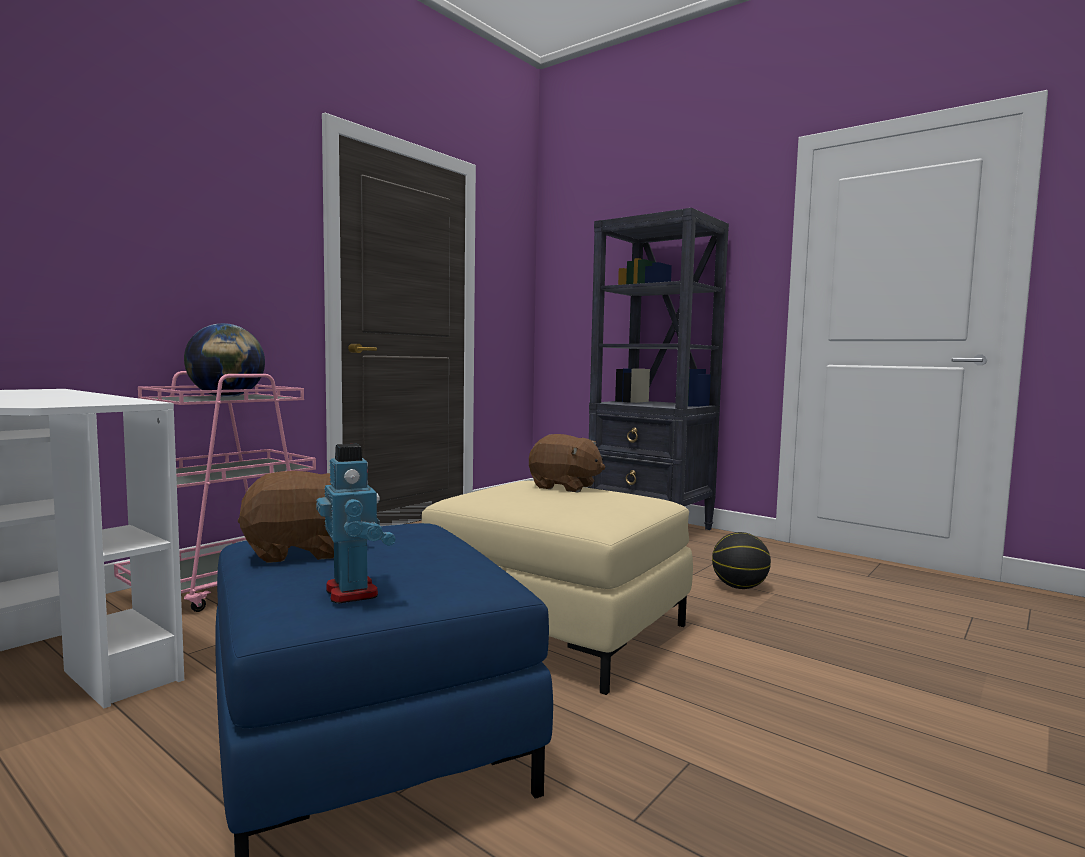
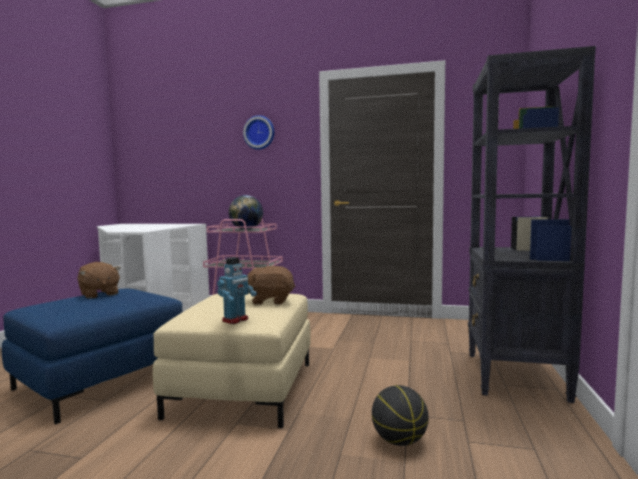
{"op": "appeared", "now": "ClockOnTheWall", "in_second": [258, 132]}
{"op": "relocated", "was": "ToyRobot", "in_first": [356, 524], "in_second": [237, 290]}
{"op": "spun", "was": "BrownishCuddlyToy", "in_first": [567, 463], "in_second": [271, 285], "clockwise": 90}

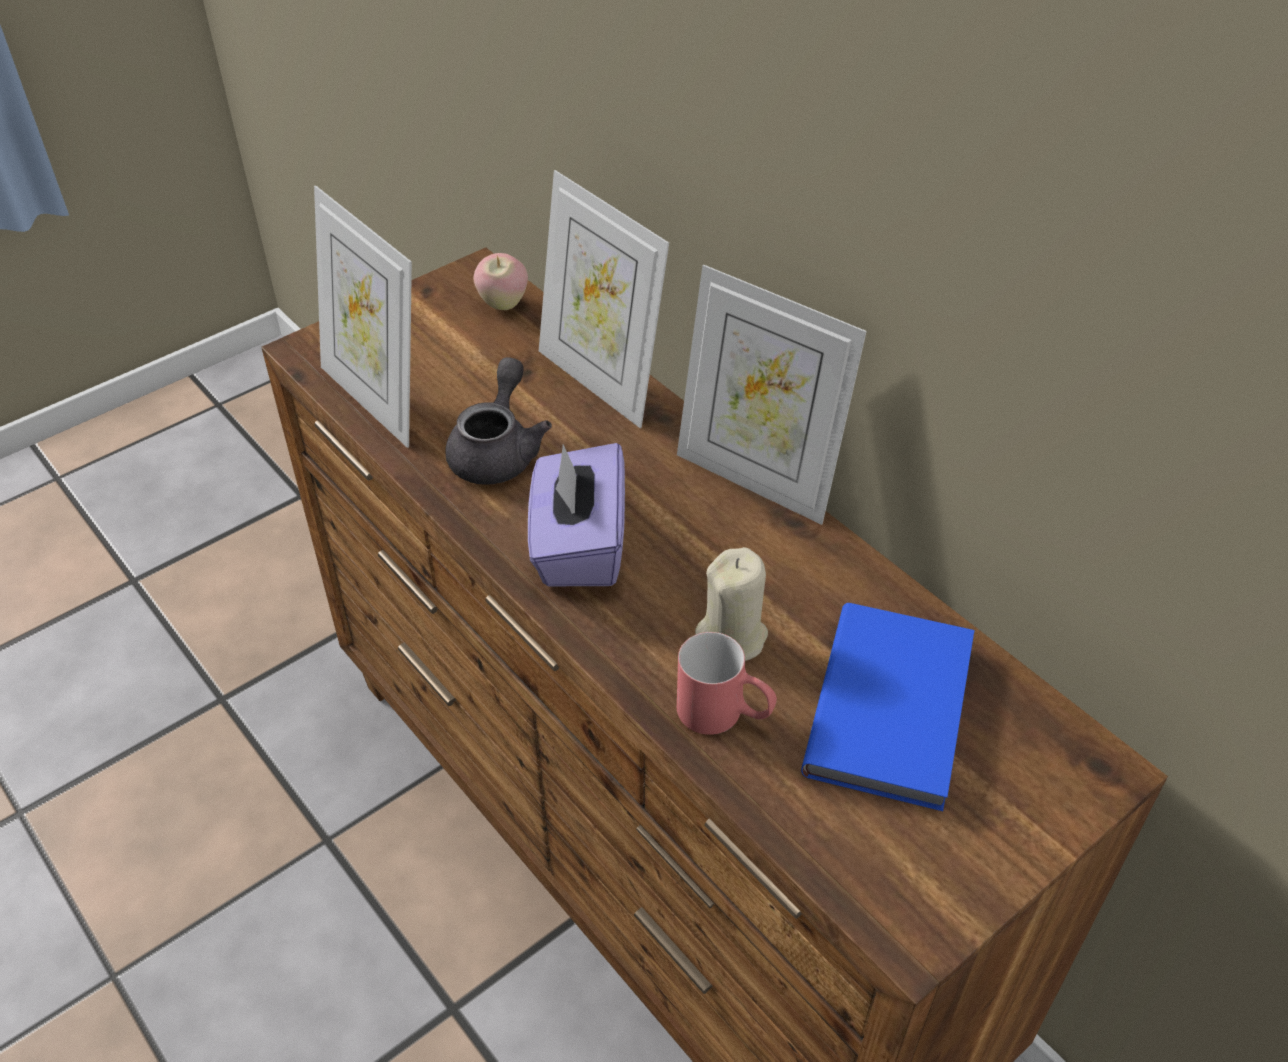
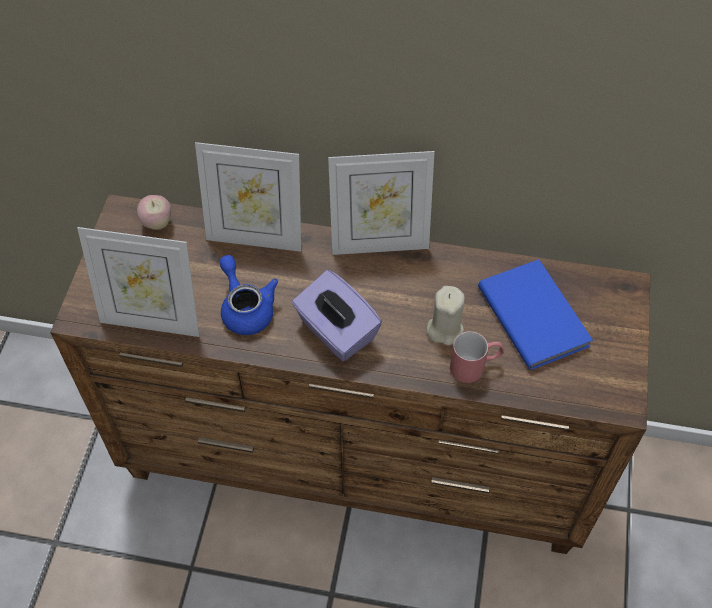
{"op": "colour", "was": "GreyishPotForTea", "now": "BlueColouredPotForTea", "in_first": [498, 421], "in_second": [248, 295]}

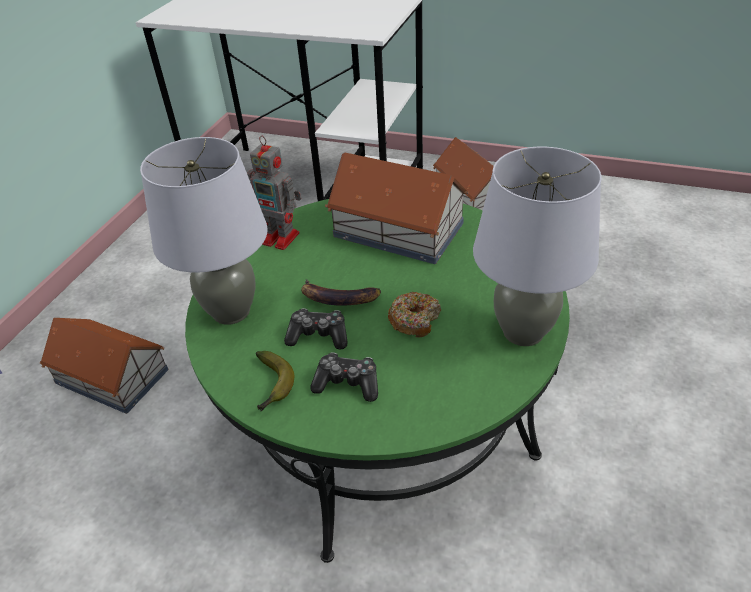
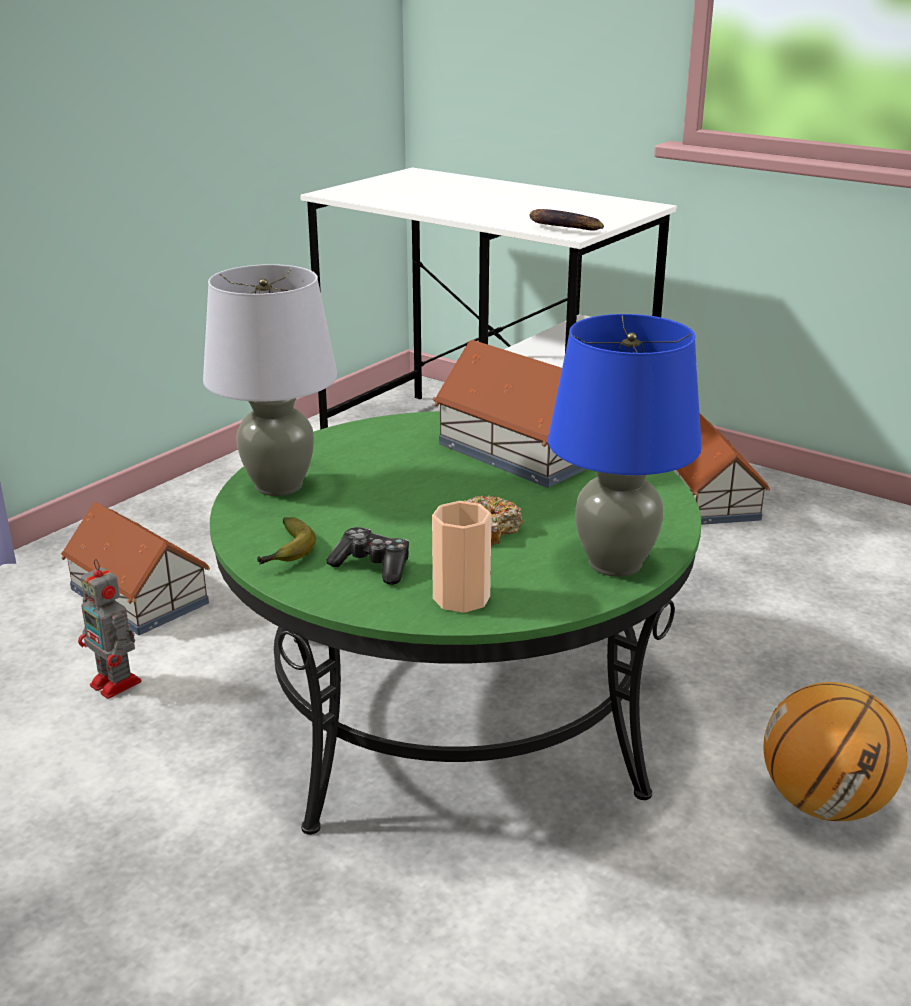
{"op": "missing", "was": "GameController", "in_first": [315, 328]}
{"op": "appeared", "now": "Cup", "in_second": [462, 557]}
{"op": "appeared", "now": "Basketball", "in_second": [835, 751]}
{"op": "relocated", "was": "ToyRobot", "in_first": [274, 193], "in_second": [110, 629]}
{"op": "relocated", "was": "Banana", "in_first": [341, 292], "in_second": [567, 219]}
{"op": "colour", "was": "GreyishTabletopLamp", "now": "BlueColouredTabletopLamp", "in_first": [537, 246], "in_second": [625, 445]}

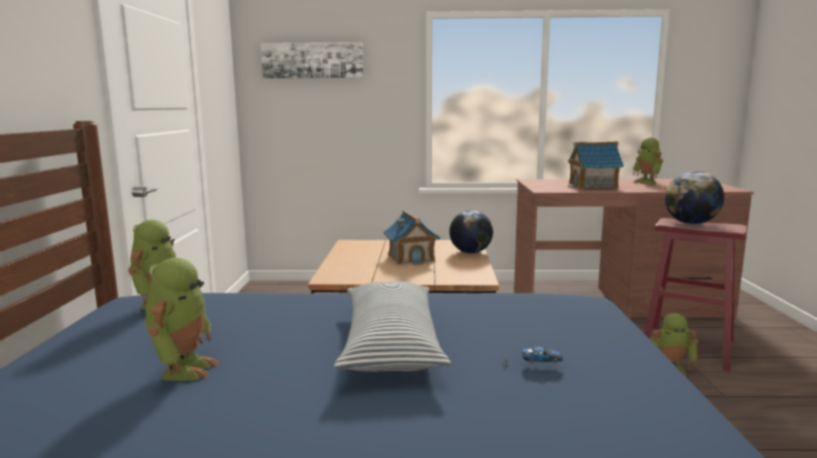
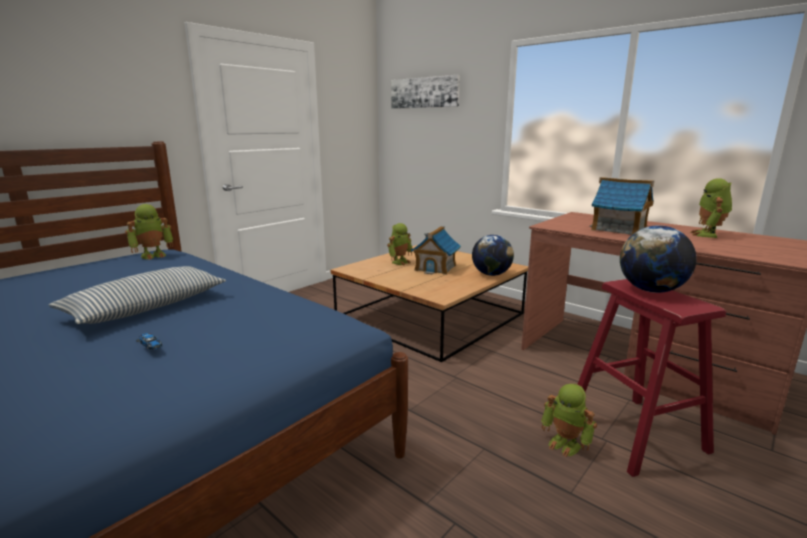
{"op": "relocated", "was": "ToyRobot", "in_first": [182, 319], "in_second": [400, 244]}

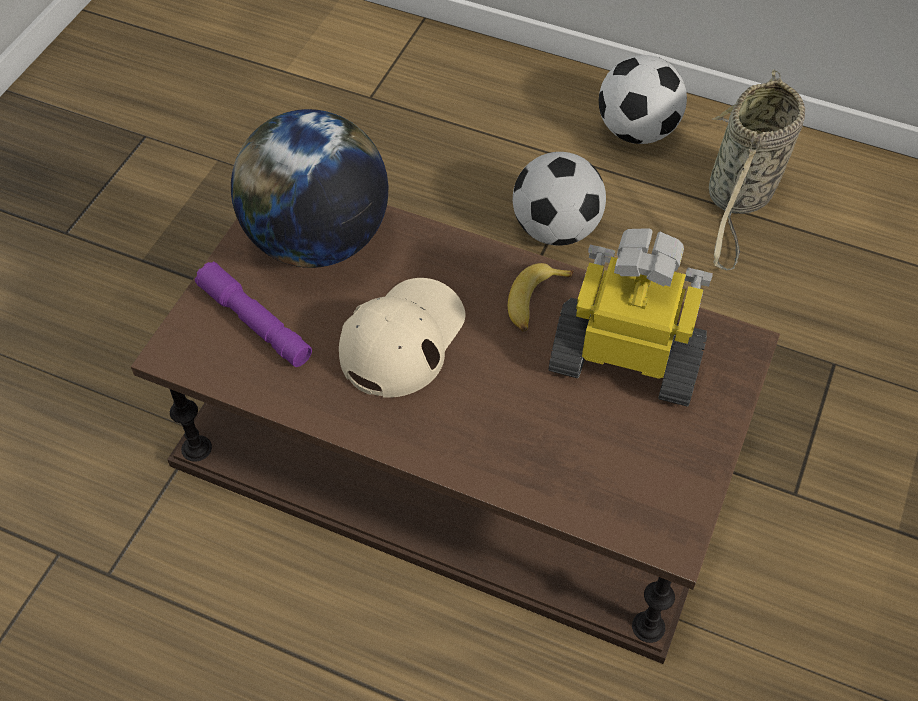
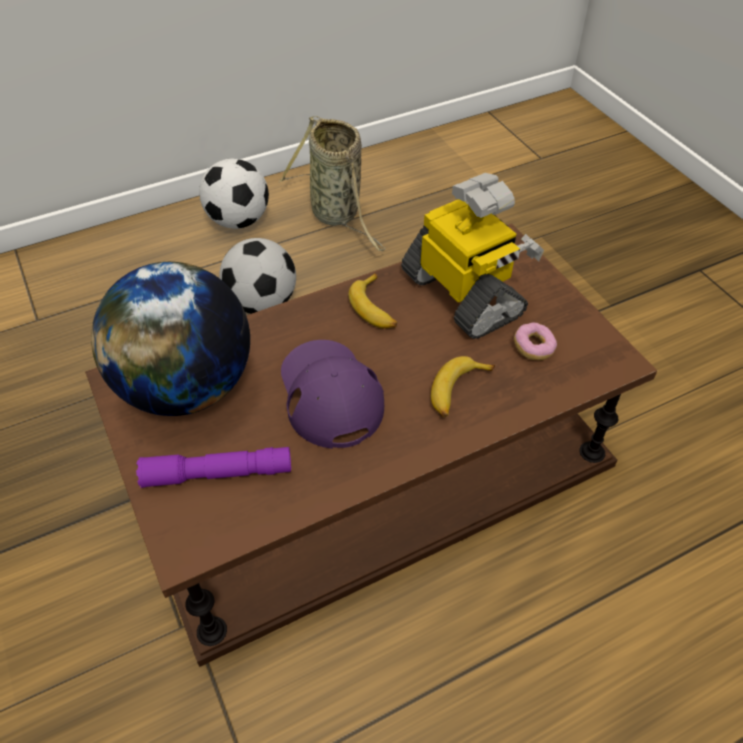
{"op": "appeared", "now": "Banana", "in_second": [463, 386]}
{"op": "appeared", "now": "Doughnut", "in_second": [535, 341]}
{"op": "colour", "was": "SandColouredCap", "now": "PurpleColouredCap", "in_first": [402, 338], "in_second": [332, 394]}
{"op": "spun", "was": "ToyRobot", "in_first": [631, 317], "in_second": [472, 256], "clockwise": 90}

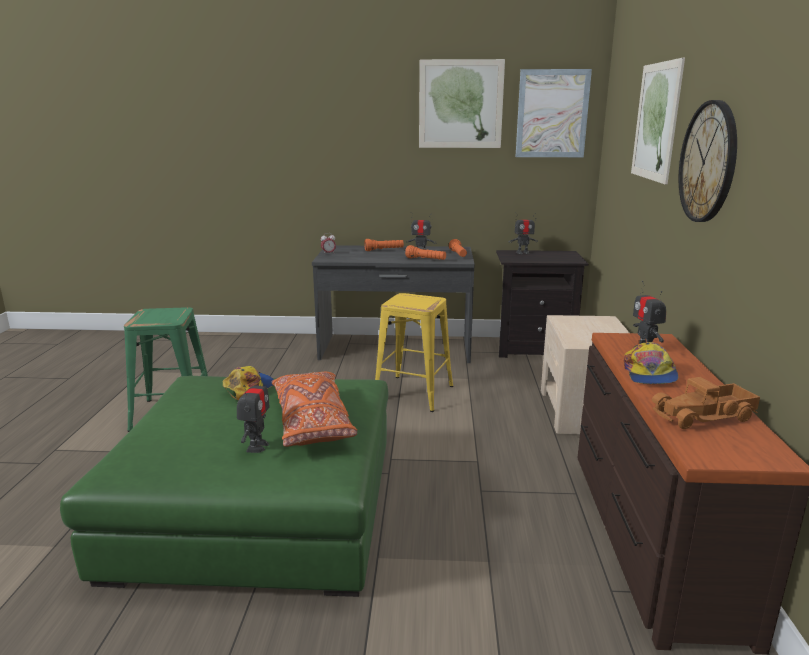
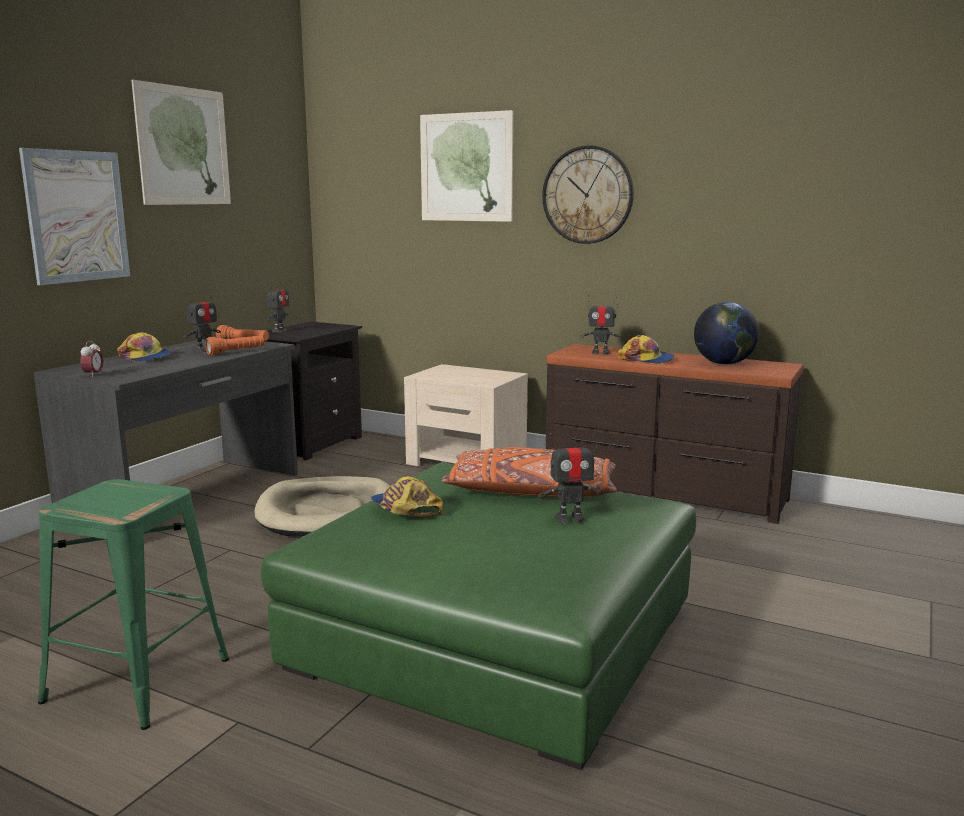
{"op": "relocated", "was": "WallArt", "in_first": [553, 113], "in_second": [74, 216]}
{"op": "exchanged", "was": "OrangeColouredHandTorch", "now": "Cap", "in_first": [384, 245], "in_second": [144, 347]}
{"op": "exchanged", "was": "YellowColouredSittingStool", "now": "SandColouredDogCushion", "in_first": [414, 352], "in_second": [322, 506]}
{"op": "exchanged", "was": "ToyTruck", "now": "WorldGlobe", "in_first": [706, 403], "in_second": [726, 333]}
{"op": "spun", "was": "ToyRobot", "in_first": [253, 412], "in_second": [570, 478], "clockwise": 135}

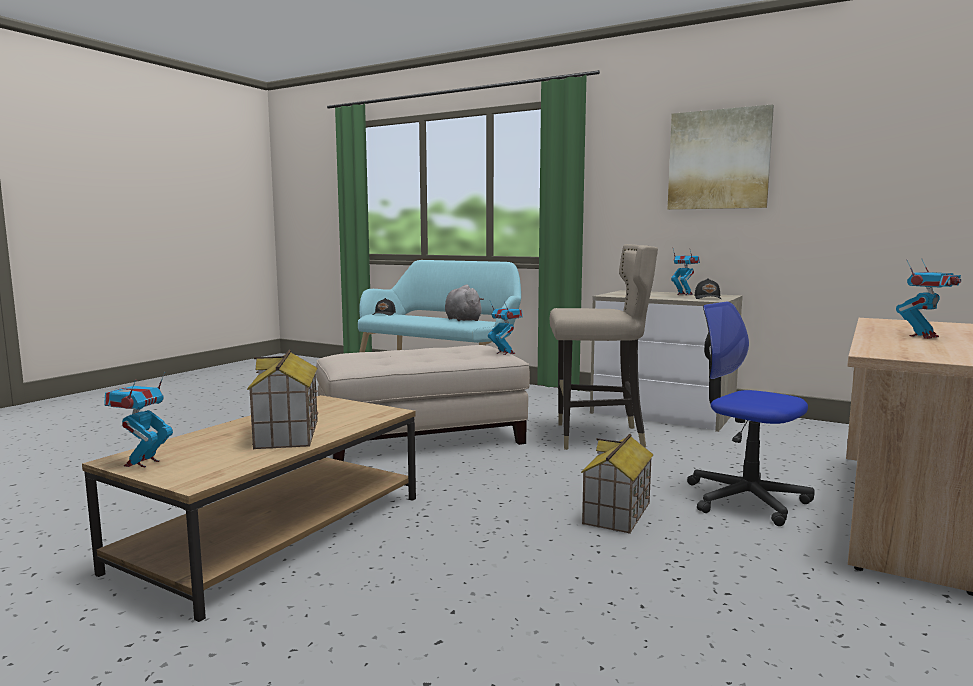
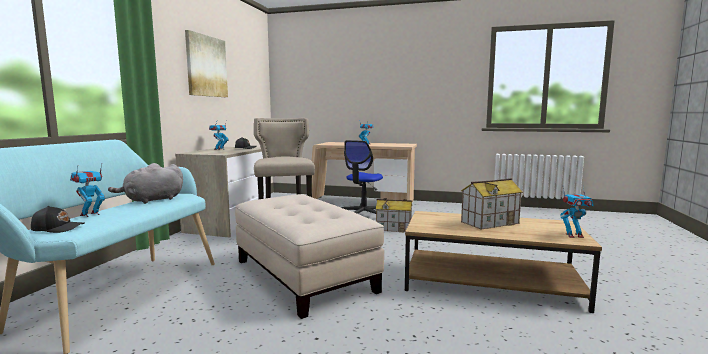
{"op": "relocated", "was": "ToyRobot", "in_first": [505, 328], "in_second": [87, 190]}

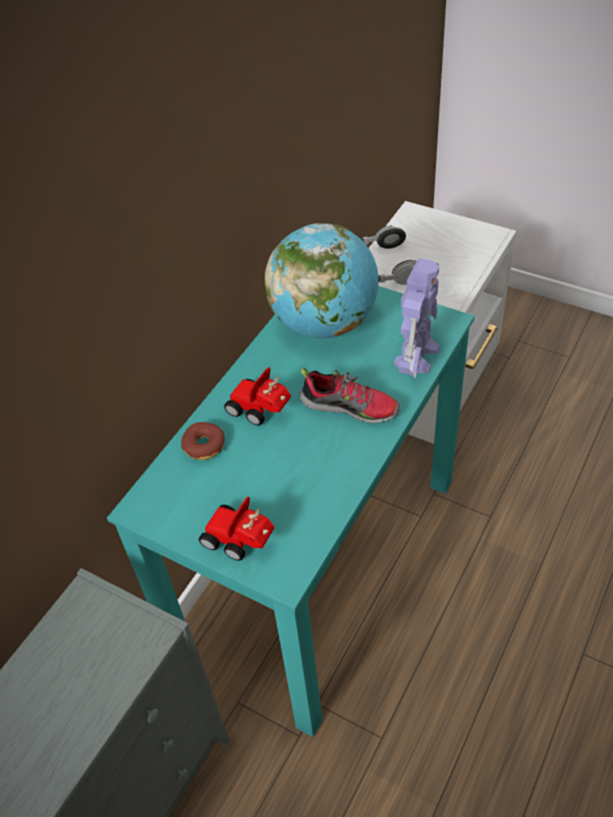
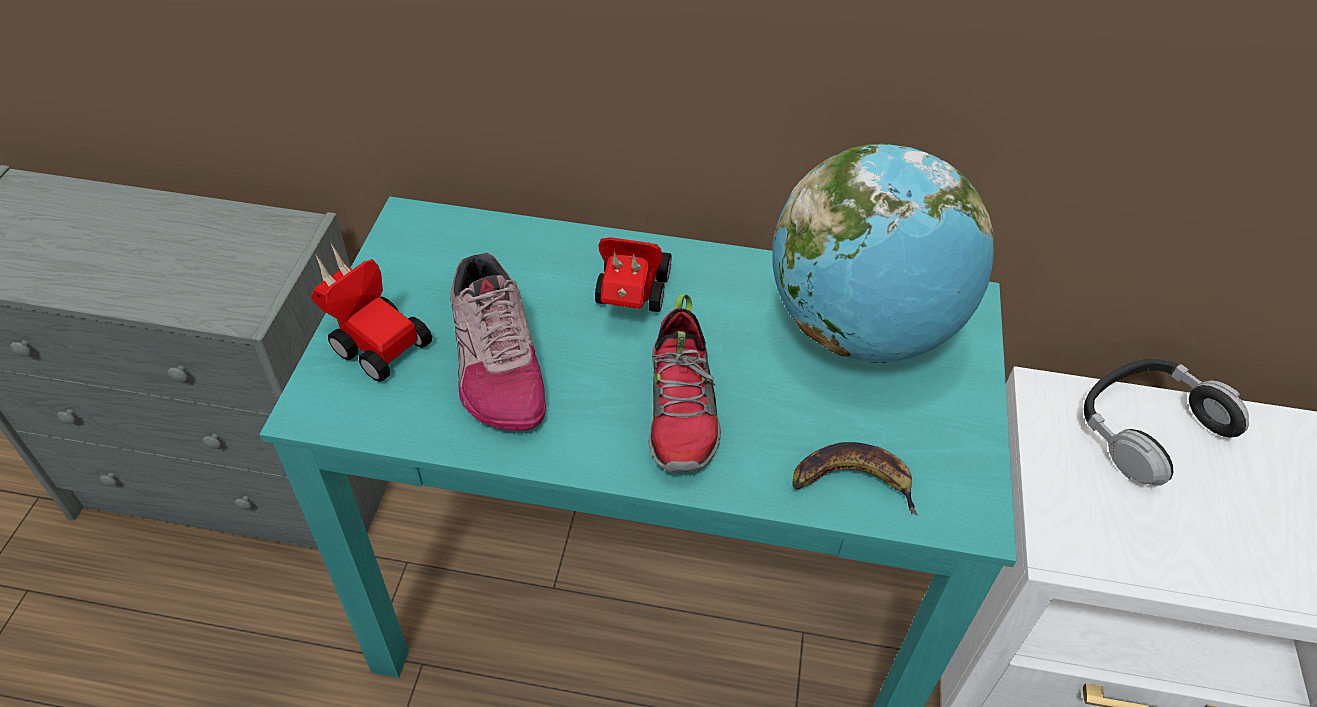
{"op": "missing", "was": "Doughnut", "in_first": [202, 441]}
{"op": "appeared", "now": "ItemOfFootwear", "in_second": [498, 341]}
{"op": "exchanged", "was": "ToyRobot", "now": "Banana", "in_first": [417, 318], "in_second": [855, 478]}
{"op": "spun", "was": "MiniatureCar", "in_first": [236, 528], "in_second": [371, 312], "clockwise": 120}

